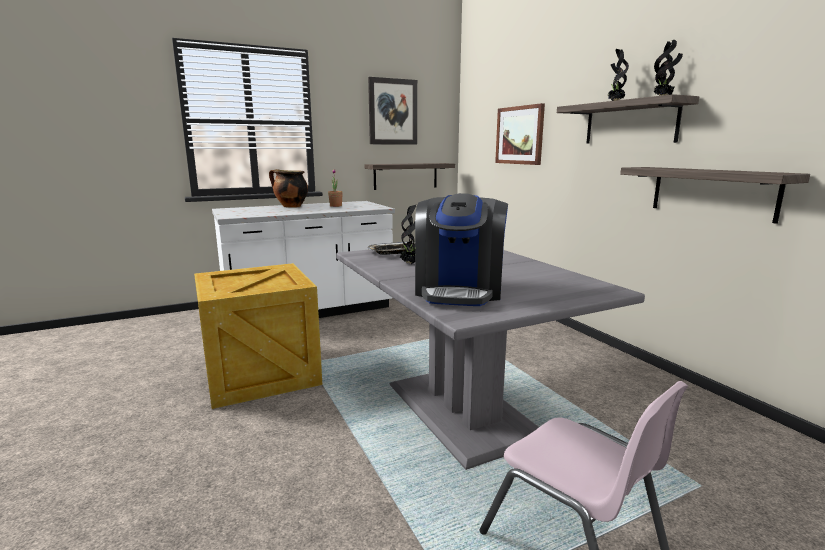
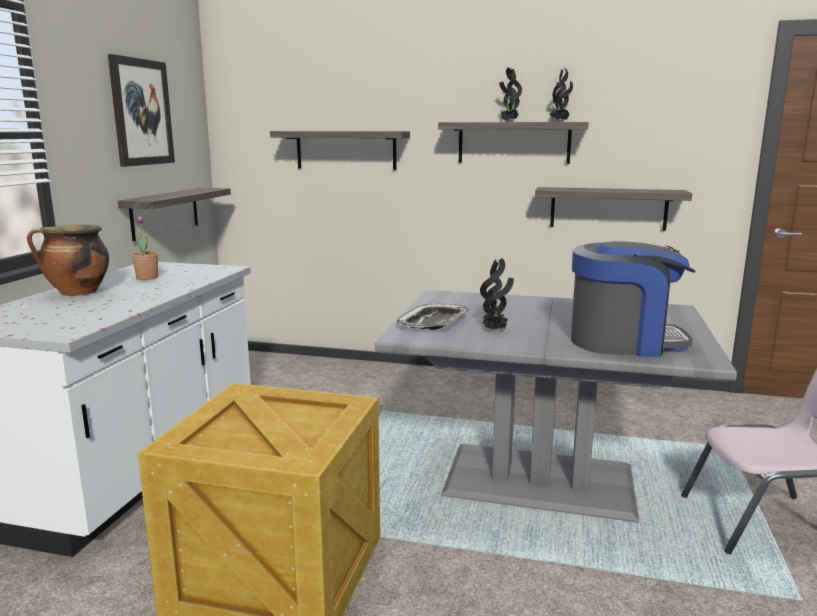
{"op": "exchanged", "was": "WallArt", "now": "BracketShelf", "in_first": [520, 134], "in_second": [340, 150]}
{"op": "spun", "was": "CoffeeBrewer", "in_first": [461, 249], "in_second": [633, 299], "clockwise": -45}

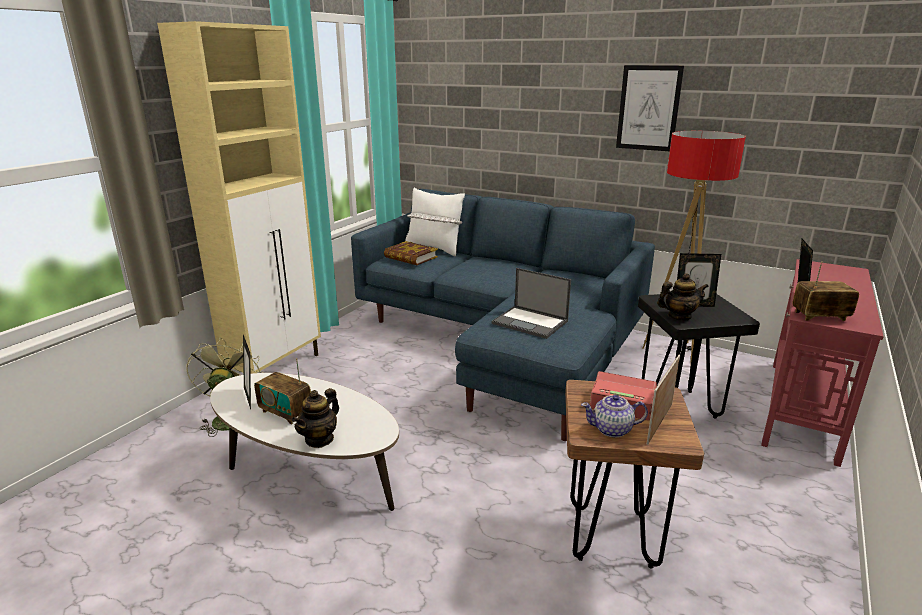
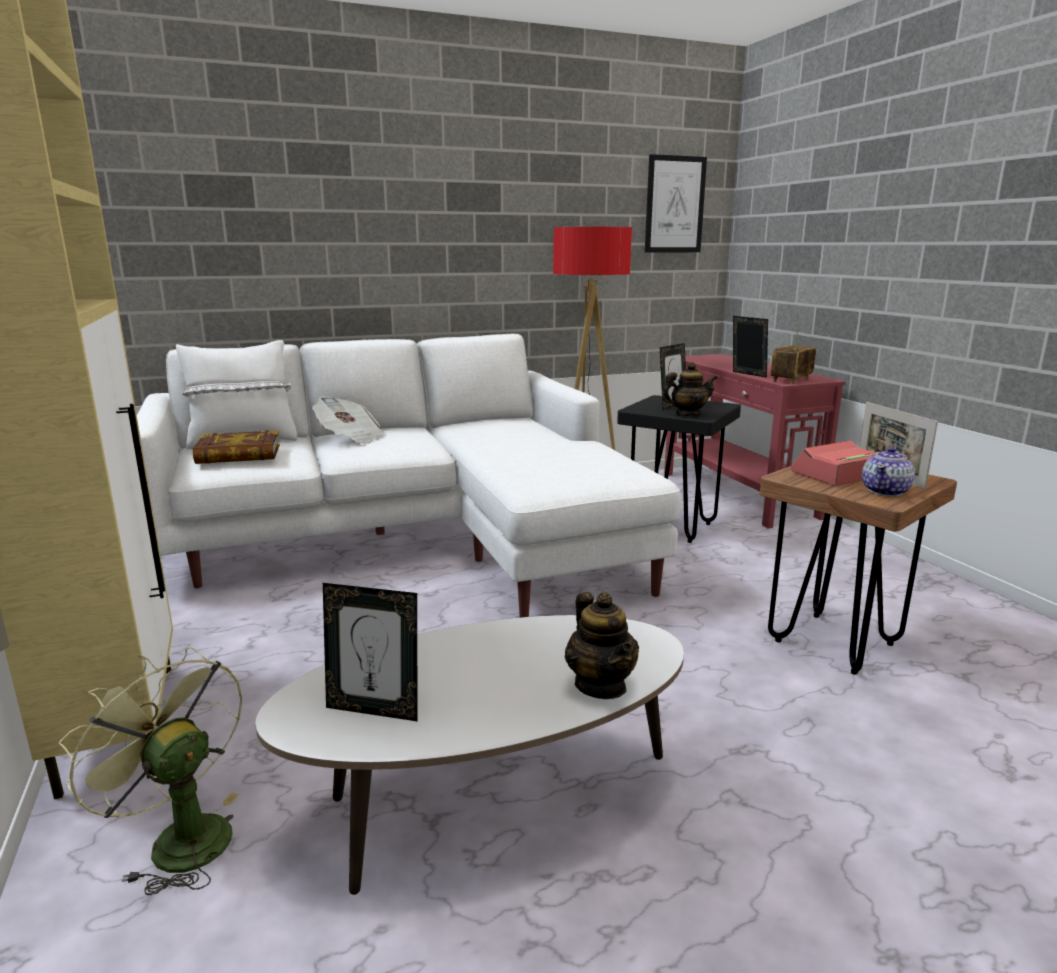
{"op": "missing", "was": "RadioSet", "in_first": [282, 391]}
{"op": "missing", "was": "NotebookComputer", "in_first": [531, 303]}
{"op": "appeared", "now": "Newspaper", "in_second": [348, 420]}
{"op": "relocated", "was": "WallArt", "in_first": [650, 108], "in_second": [676, 203]}
{"op": "colour", "was": "BlueColouredSofa", "now": "WhiteColouredSofa", "in_first": [503, 315], "in_second": [409, 476]}
{"op": "spun", "was": "PotForTea", "in_first": [683, 296], "in_second": [689, 389], "clockwise": 45}

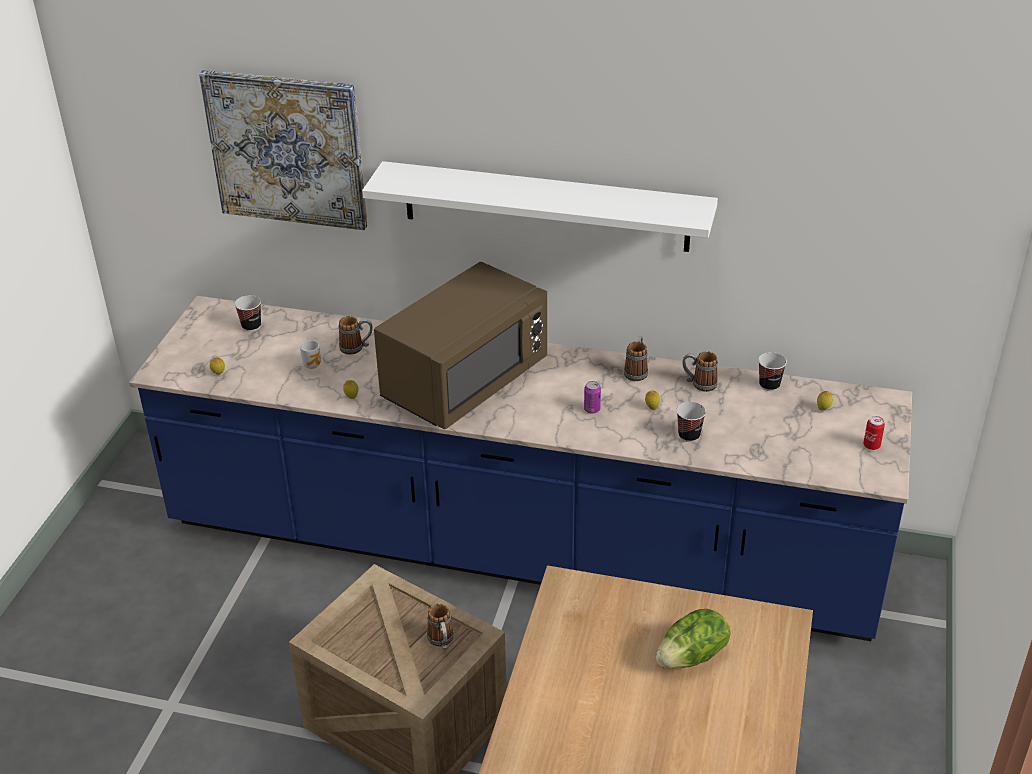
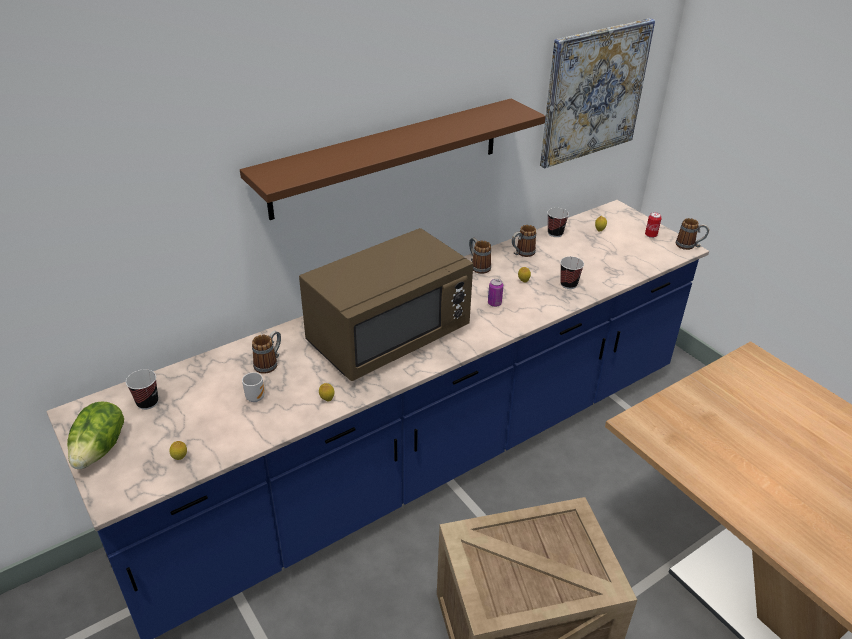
{"op": "relocated", "was": "WallArt", "in_first": [283, 150], "in_second": [597, 93]}
{"op": "relocated", "was": "TeaMug", "in_first": [440, 627], "in_second": [692, 234]}
{"op": "relocated", "was": "Lettuce", "in_first": [693, 638], "in_second": [95, 435]}
{"op": "colour", "was": "WhiteColouredBracketShelf", "now": "BrownishBracketShelf", "in_first": [540, 206], "in_second": [393, 159]}
{"op": "spun", "was": "BrownishMicrowave", "in_first": [460, 345], "in_second": [386, 304], "clockwise": 60}

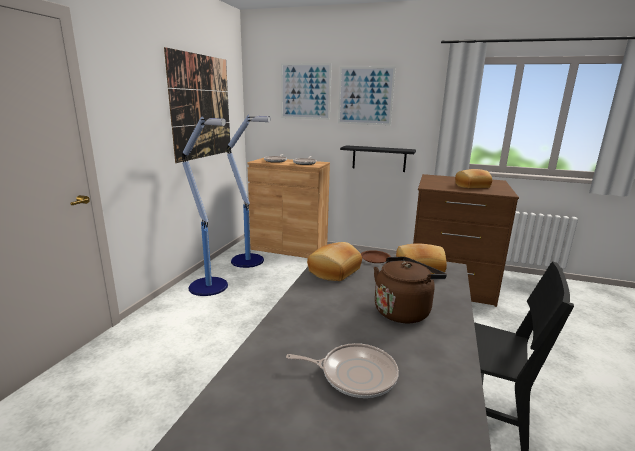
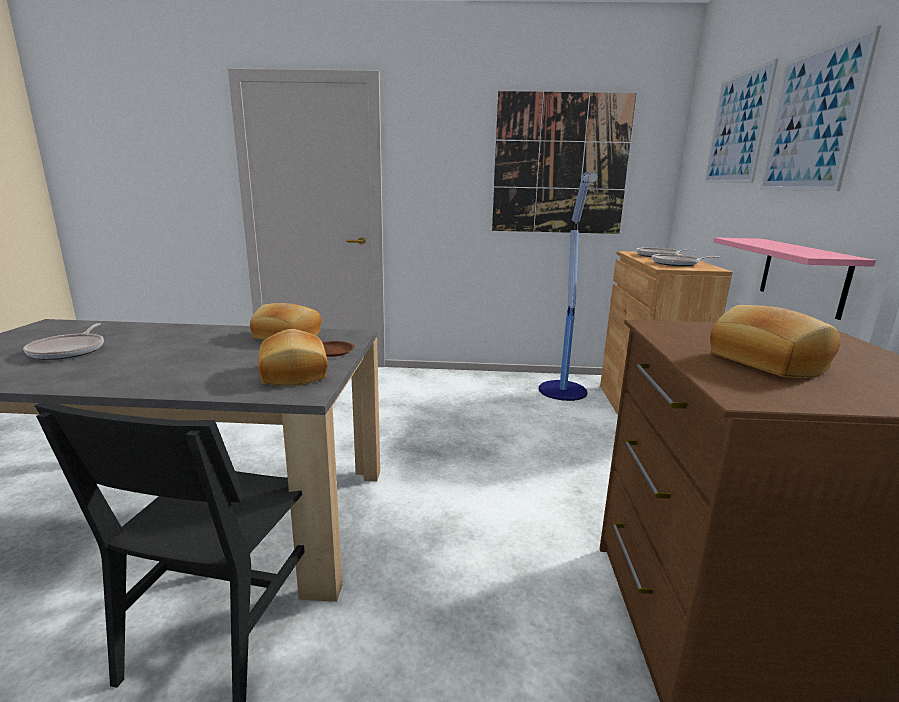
{"op": "missing", "was": "StandingLamp", "in_first": [205, 206]}
{"op": "missing", "was": "BrownishKettle", "in_first": [410, 290]}
{"op": "colour", "was": "BlackColouredBracketShelf", "now": "PinkColouredBracketShelf", "in_first": [378, 158], "in_second": [794, 278]}

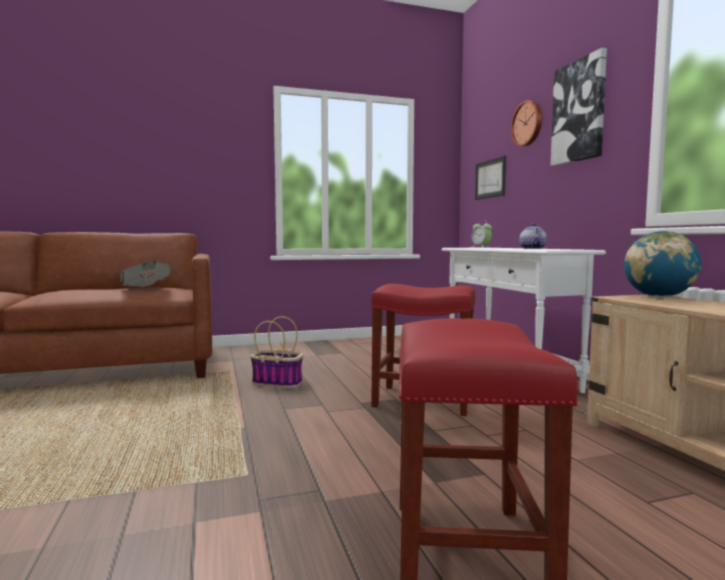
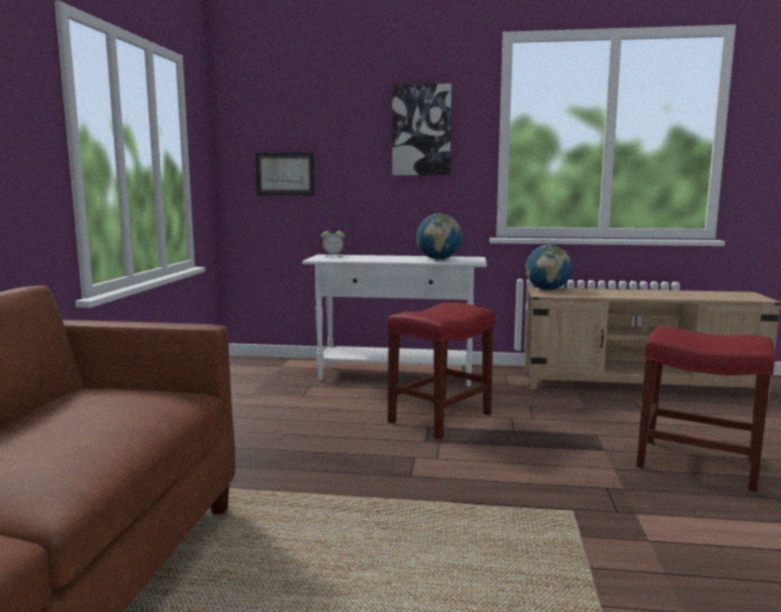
{"op": "missing", "was": "Newspaper", "in_first": [146, 274]}
{"op": "missing", "was": "Basket", "in_first": [277, 352]}
{"op": "missing", "was": "ClockOnTheWall", "in_first": [526, 123]}
{"op": "exchanged", "was": "PotForTea", "now": "WorldGlobe", "in_first": [533, 236], "in_second": [439, 237]}

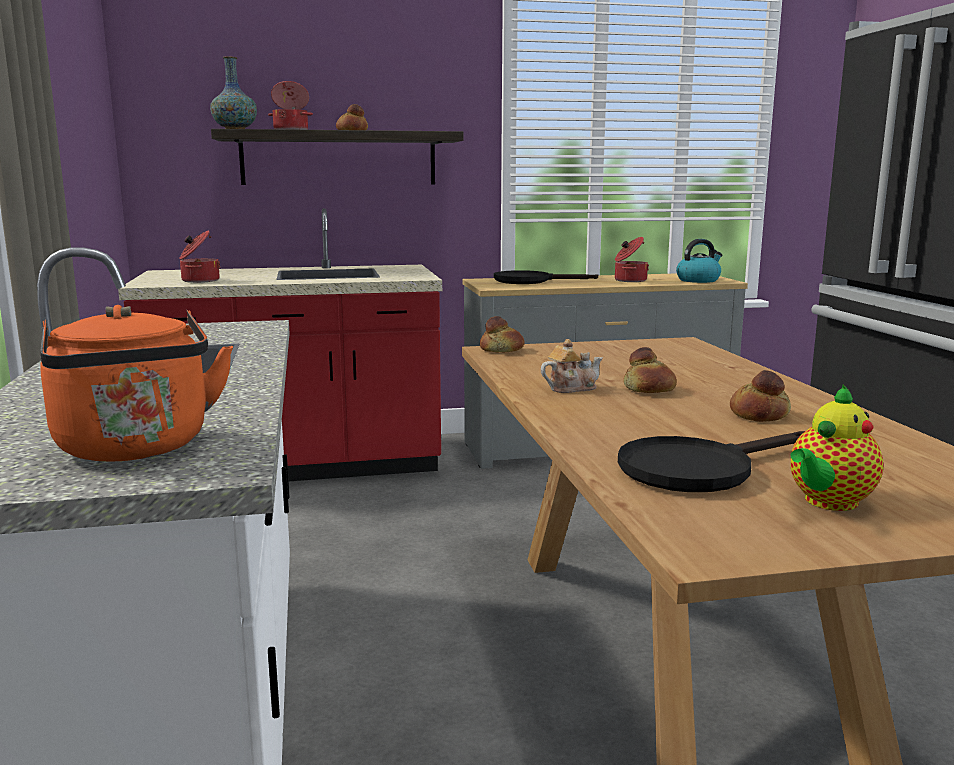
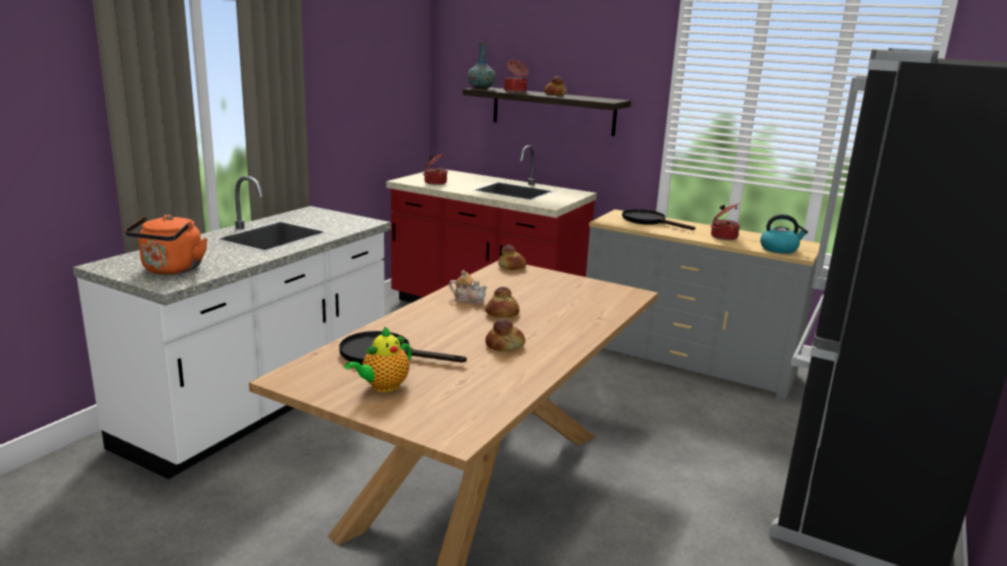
{"op": "spun", "was": "PotForTea", "in_first": [837, 448], "in_second": [378, 359], "clockwise": -45}

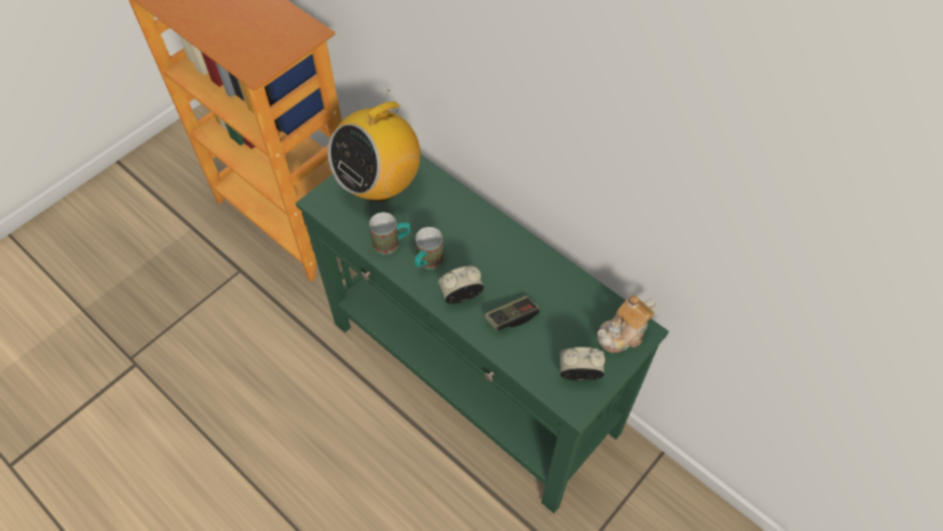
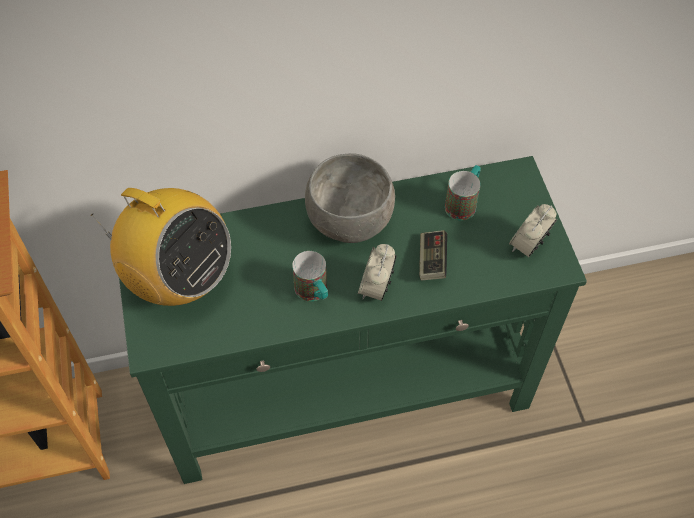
{"op": "missing", "was": "PotForTea", "in_first": [626, 324]}
{"op": "appeared", "now": "GreyishDeepDish", "in_second": [350, 198]}
{"op": "relocated", "was": "TeaMug", "in_first": [390, 233], "in_second": [463, 192]}
{"op": "spun", "was": "RadioSet", "in_first": [374, 146], "in_second": [161, 247], "clockwise": -45}

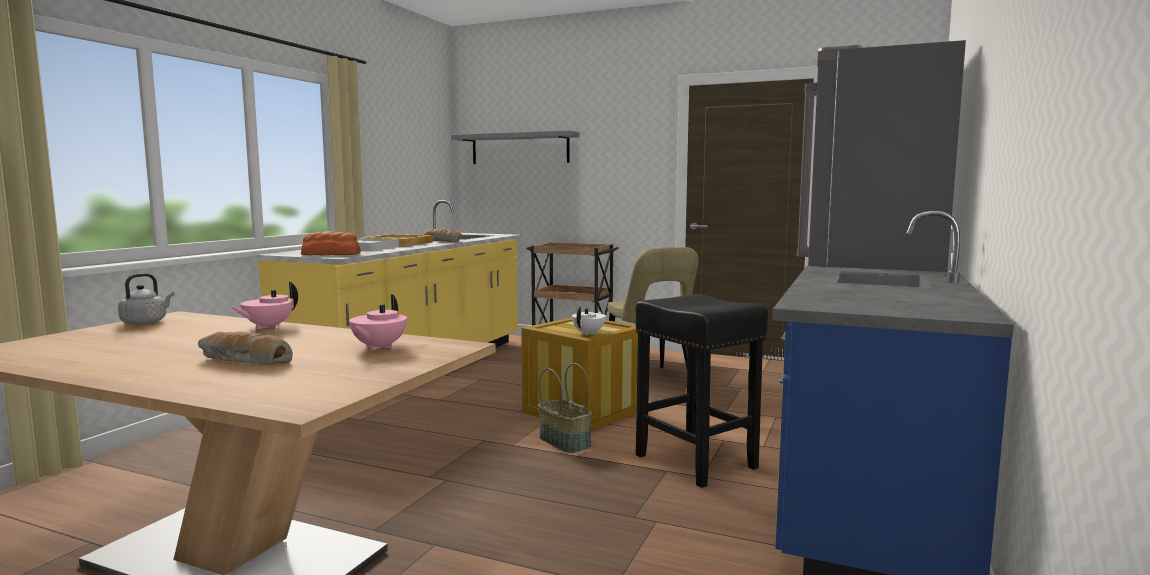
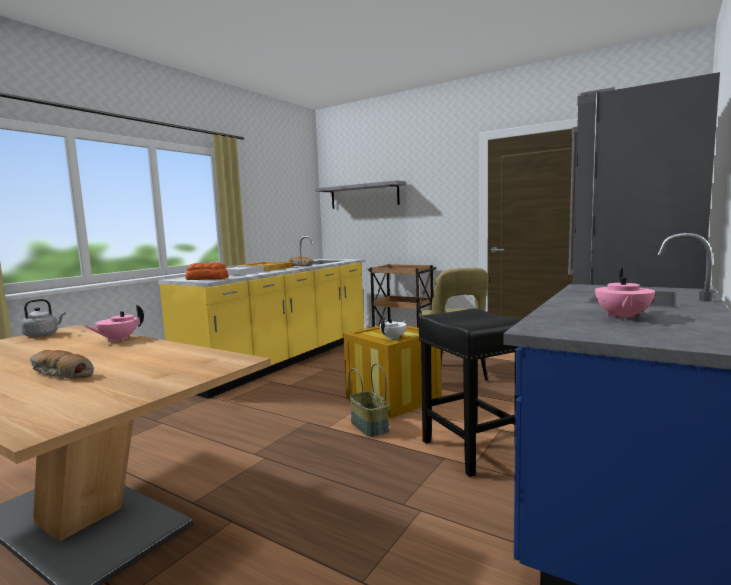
{"op": "relocated", "was": "PinkColouredPotForTea", "in_first": [378, 323], "in_second": [625, 294]}

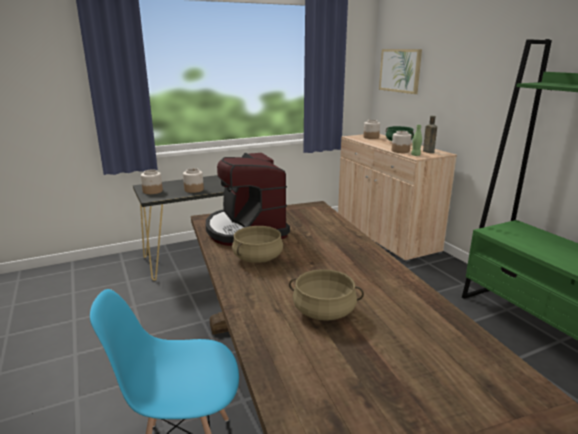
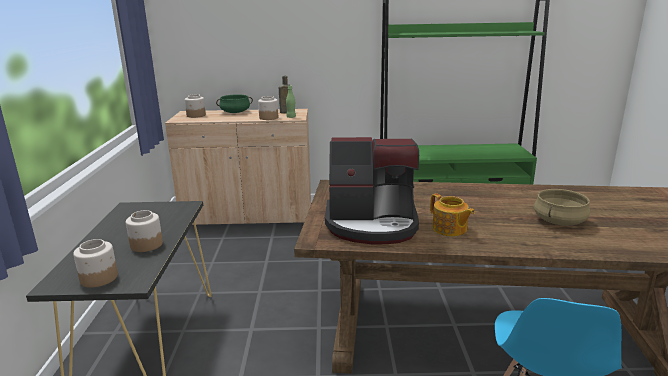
{"op": "missing", "was": "WallArt", "in_first": [400, 71]}
{"op": "exchanged", "was": "SandColouredCookingPot", "now": "PotForTea", "in_first": [257, 244], "in_second": [452, 214]}

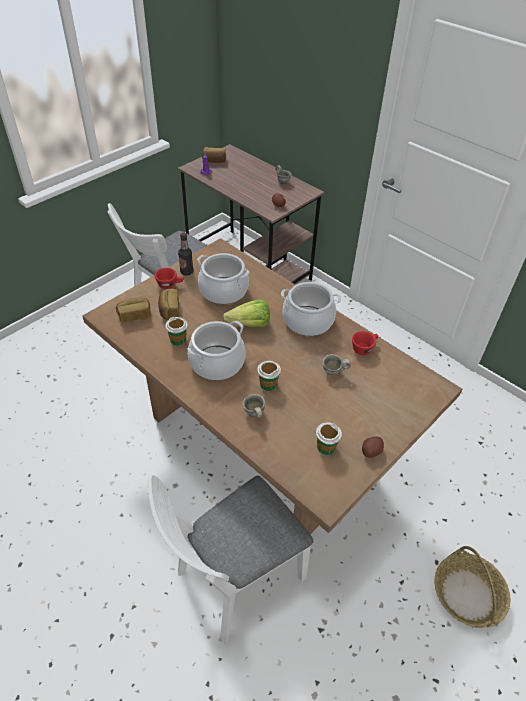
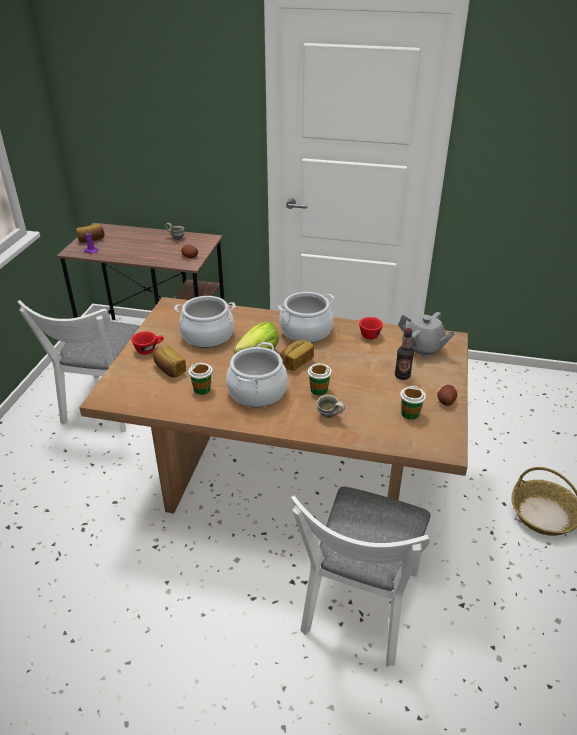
{"op": "missing", "was": "GreyishTeaMug", "in_first": [337, 364]}
{"op": "appeared", "now": "GreyishPotForTea", "in_second": [426, 335]}
{"op": "relocated", "was": "BakedBread", "in_first": [133, 310], "in_second": [297, 355]}
{"op": "relocated", "was": "DrinkBottle", "in_first": [185, 254], "in_second": [404, 354]}

